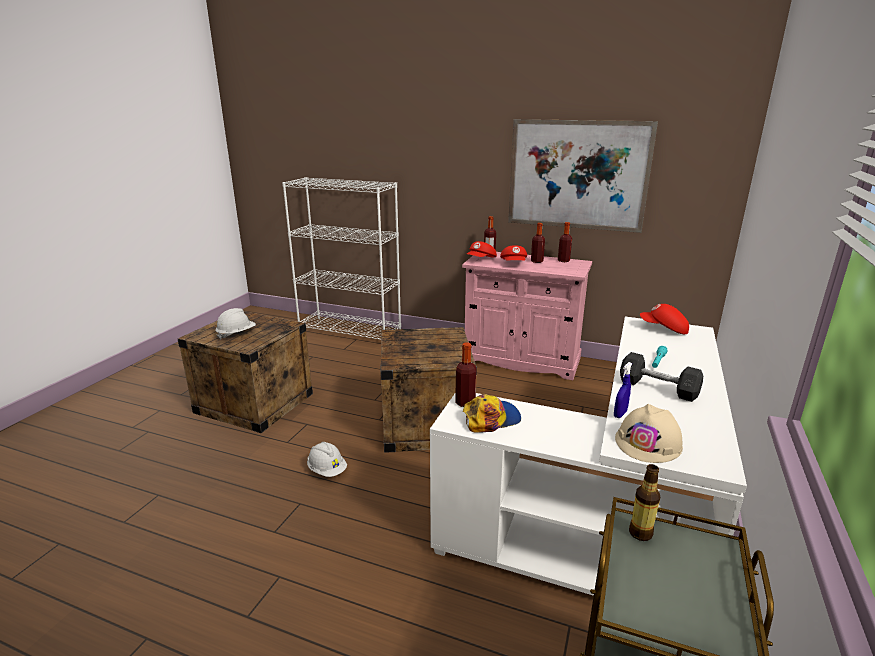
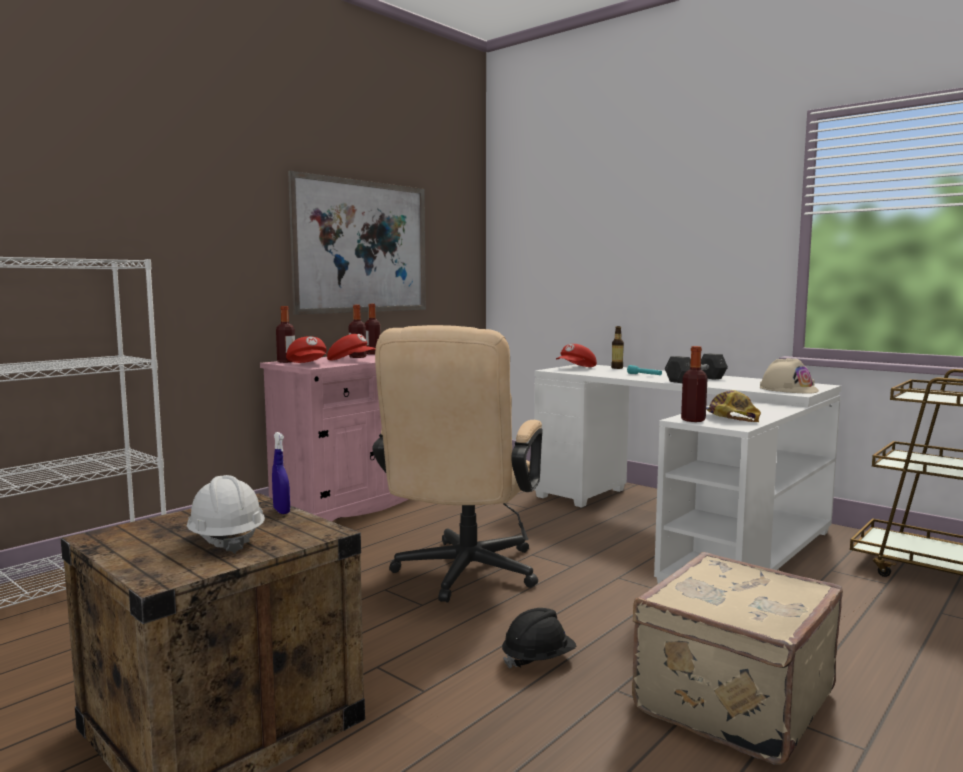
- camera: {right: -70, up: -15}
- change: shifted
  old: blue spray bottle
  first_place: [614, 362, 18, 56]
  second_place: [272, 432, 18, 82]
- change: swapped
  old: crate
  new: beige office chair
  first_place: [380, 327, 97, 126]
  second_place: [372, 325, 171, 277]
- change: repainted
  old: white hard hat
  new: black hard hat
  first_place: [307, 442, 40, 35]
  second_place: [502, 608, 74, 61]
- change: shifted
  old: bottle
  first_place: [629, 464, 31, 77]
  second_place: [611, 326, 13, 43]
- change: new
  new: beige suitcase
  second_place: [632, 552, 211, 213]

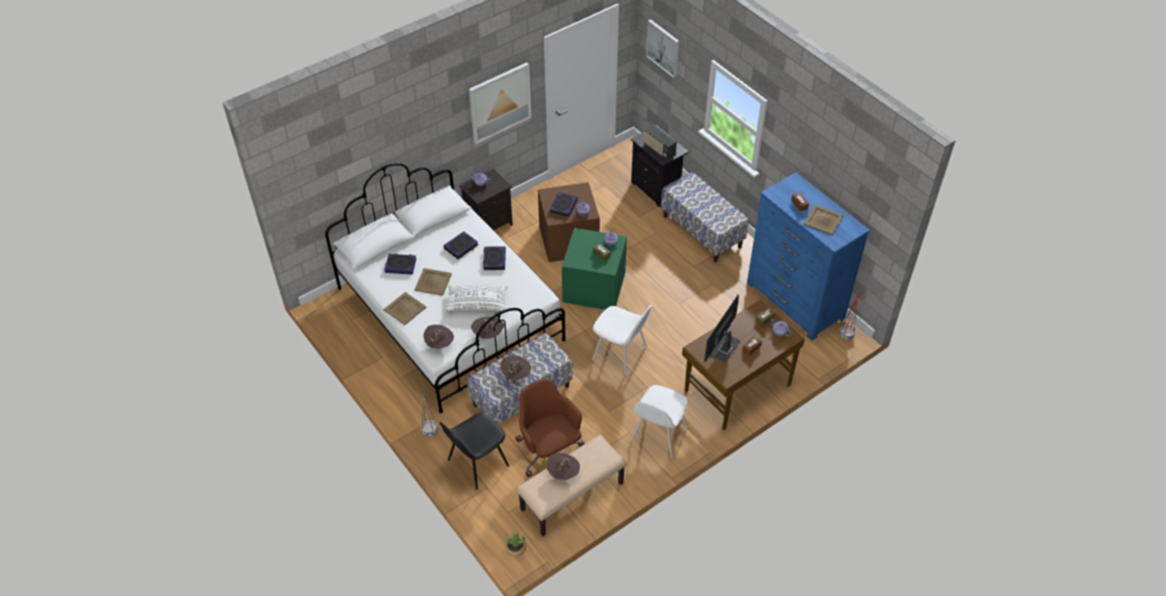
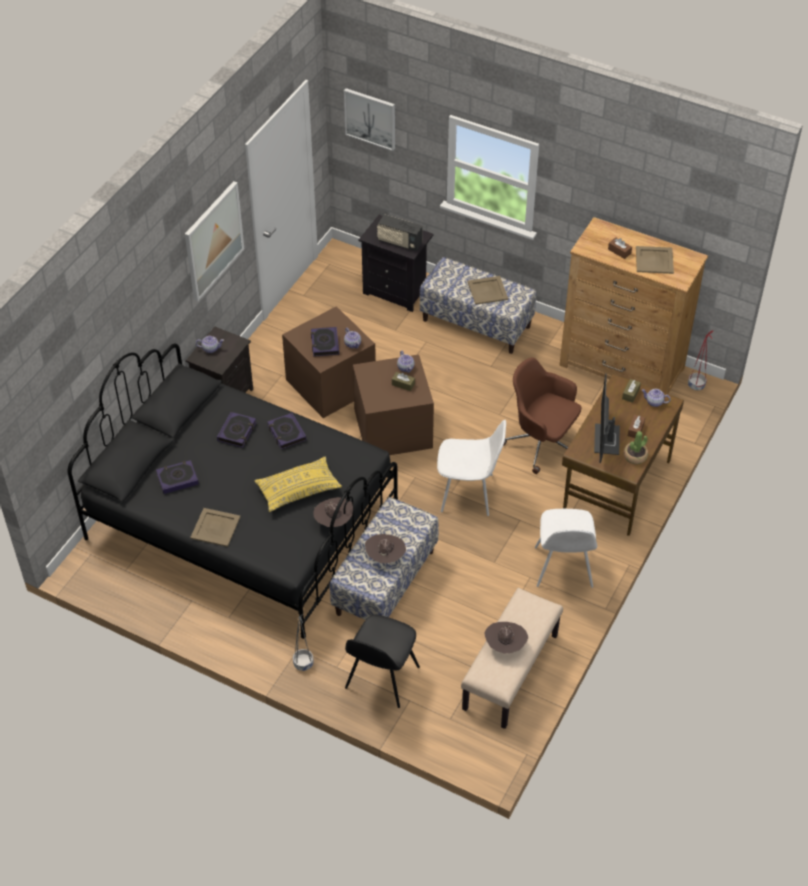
- camera: {right: -25, up: 0}
- change: repainted
  old: white bed
  new: black bed
  first_place: [325, 163, 241, 250]
  second_place: [67, 344, 331, 295]
- change: repainted
  old: white pillow
  new: yellow pillow
  first_place: [445, 285, 63, 26]
  second_place: [255, 457, 87, 55]
- change: repainted
  old: green storage box
  new: brown storage box
  first_place: [562, 228, 65, 82]
  second_place: [353, 354, 81, 101]
- change: shifted
  old: beige tray
  first_place: [414, 268, 38, 28]
  second_place: [468, 276, 40, 29]
- change: shifted
  old: brown office chair
  first_place: [516, 379, 68, 98]
  second_place: [503, 358, 78, 116]
- change: repainted
  old: blue dresser
  new: brown dresser
  first_place: [747, 173, 123, 168]
  second_place: [559, 217, 149, 177]
- change: shifted
  old: potted plant
  first_place: [505, 531, 21, 26]
  second_place: [624, 431, 24, 33]
- change: gone
  old: brown hat
  first_place: [423, 325, 31, 24]

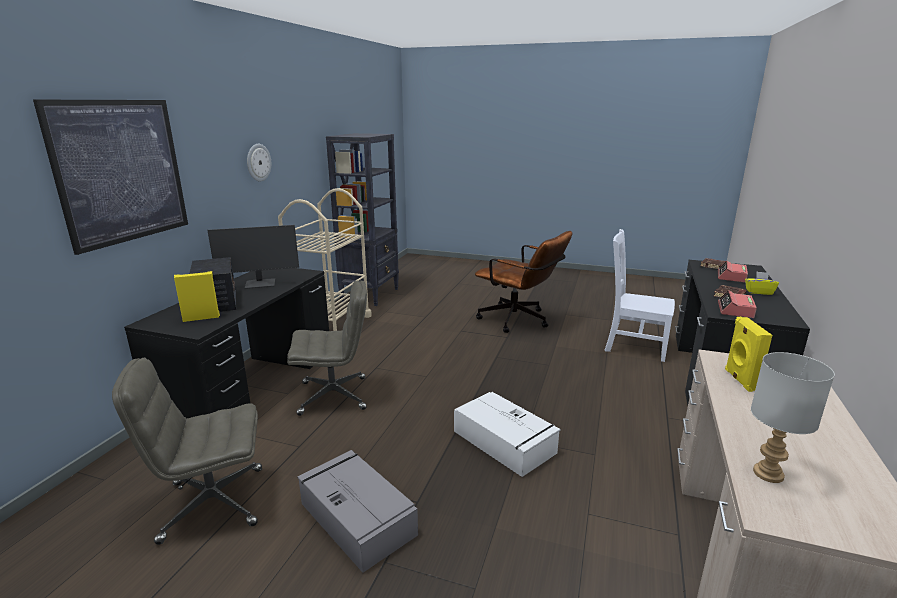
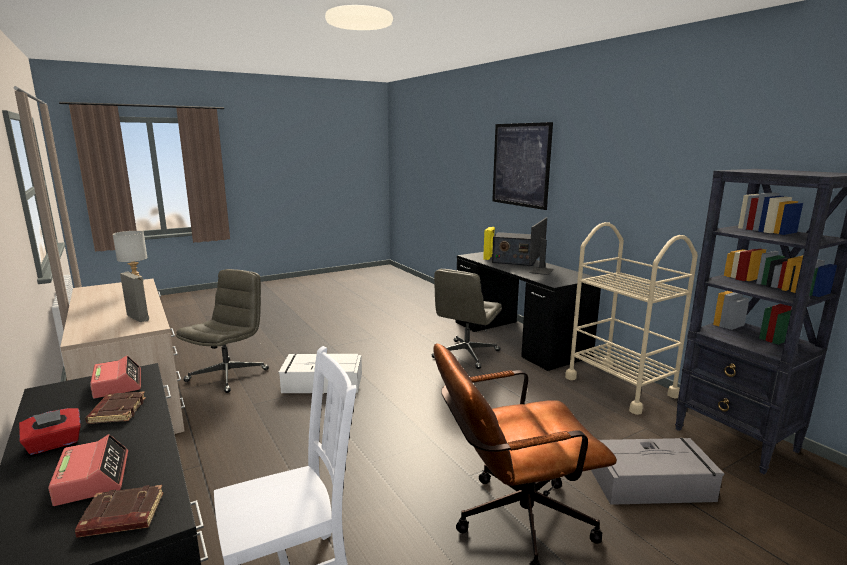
- camera: {right: 130, up: -5}
- change: repainted
  old: yellow tissue box
  new: red tissue box
  first_place: [745, 271, 34, 24]
  second_place: [19, 408, 62, 47]
- change: repainted
  old: yellow speaker
  new: grey speaker
  first_place: [725, 317, 47, 75]
  second_place: [120, 271, 29, 51]
- change: shifted
  old: grey office chair
  first_place: [112, 358, 150, 187]
  second_place: [176, 269, 93, 124]
- change: shifted
  old: grey storage box
  first_place: [298, 450, 120, 123]
  second_place: [591, 438, 133, 67]
- change: gone
  old: wall clock
  first_place: [247, 144, 24, 37]

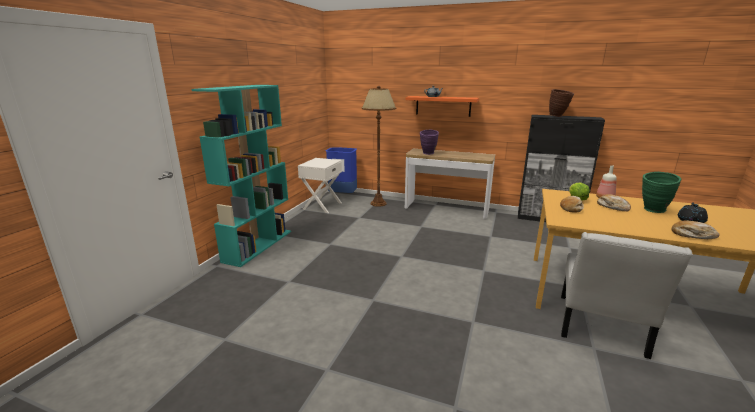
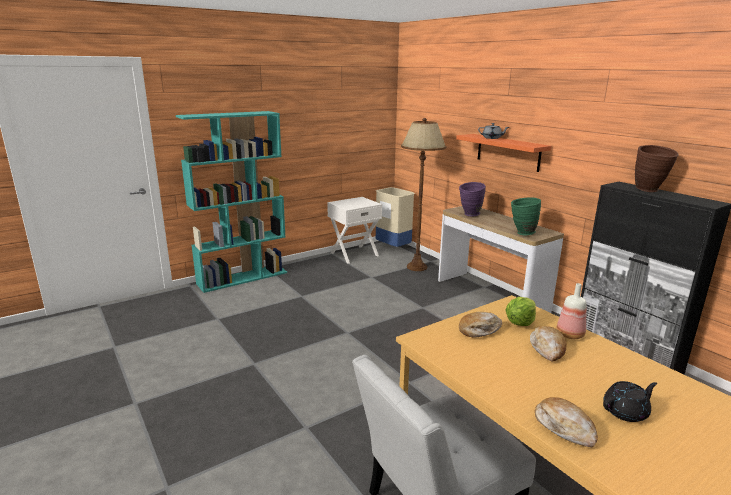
- camera: {right: 35, up: 0}
- change: repainted
  old: blue trash can
  new: beige trash can
  first_place: [326, 147, 31, 46]
  second_place: [376, 187, 39, 60]
- change: shifted
  old: green vase
  first_place: [642, 172, 39, 41]
  second_place: [511, 198, 30, 37]

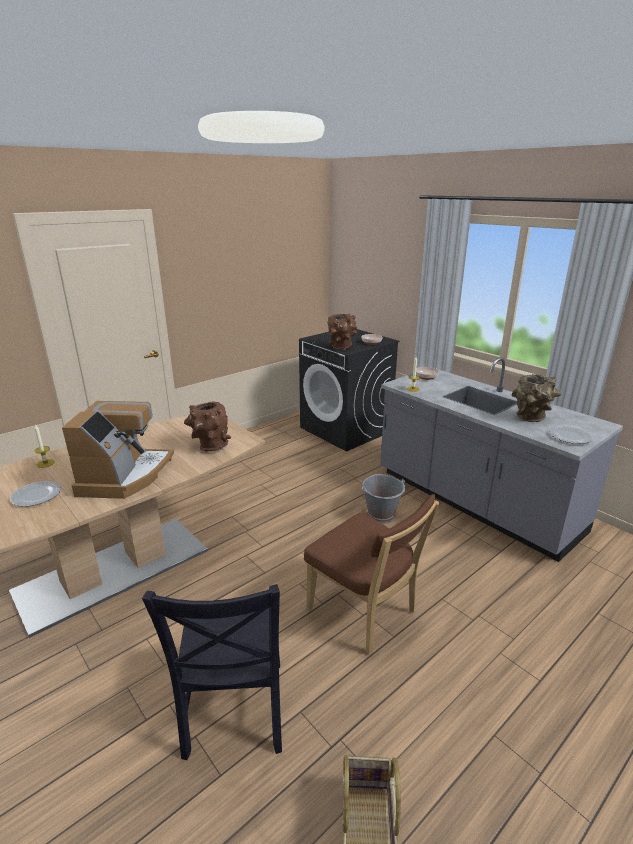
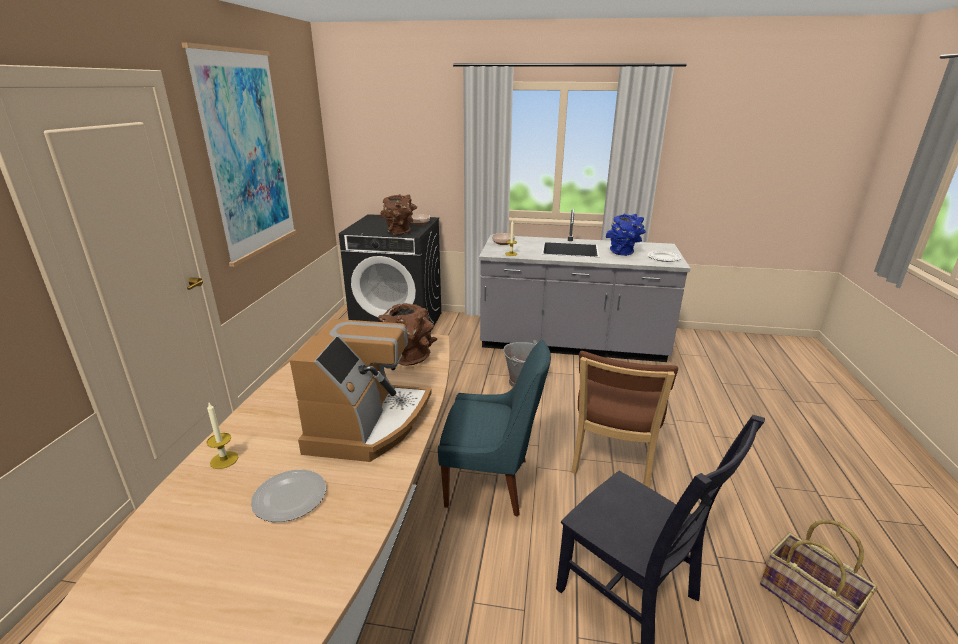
- camera: {right: -40, up: 0}
- change: new
  new: picture
  second_place: [181, 42, 116, 225]
- change: rotated
  old: coffee machine
  first_place: [62, 401, 112, 98]
  second_place: [290, 319, 142, 143]
  degrees: 45
- change: new
  new: blue chair
  second_place: [438, 340, 113, 177]
- change: rotated
  old: brown chair
  first_place: [304, 494, 135, 160]
  second_place: [571, 351, 107, 137]
  degrees: 105
- change: repainted
  old: brown vase
  new: blue vase
  first_place: [512, 374, 50, 48]
  second_place: [606, 213, 40, 43]

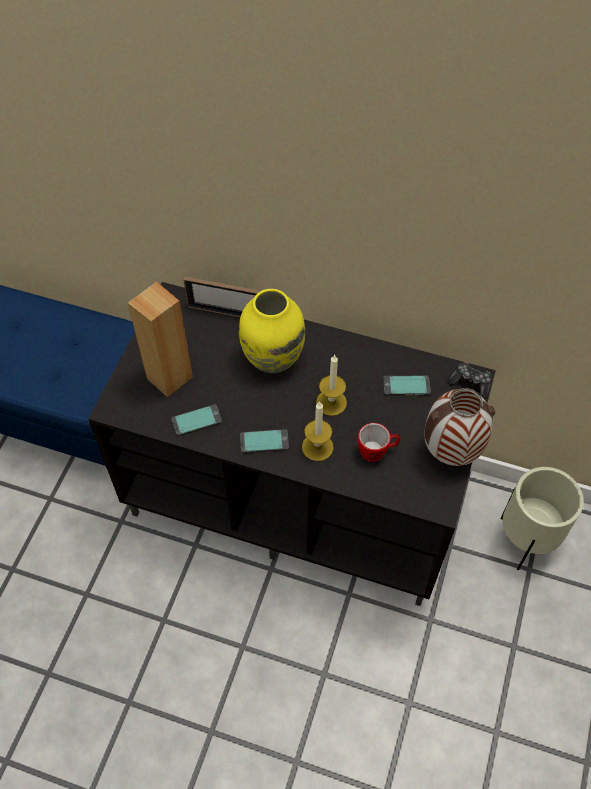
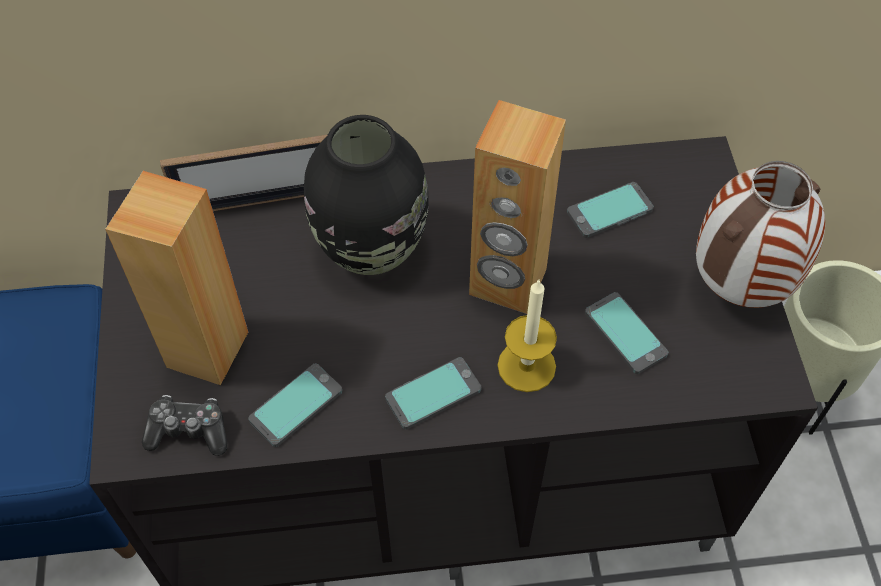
- camera: {right: -25, up: 0}
- change: shifted
  old: game controller
  first_place: [447, 362, 45, 38]
  second_place: [142, 395, 85, 61]
- change: repainted
  old: yellow vase
  new: black vase
  first_place: [239, 289, 66, 84]
  second_place: [304, 115, 124, 160]
- change: swapped
  old: candle
  new: brown speaker
  first_place: [316, 355, 31, 61]
  second_place: [469, 100, 97, 214]
- change: swapped
  old: mug
  new: phone
  first_place: [357, 423, 44, 39]
  second_place: [585, 292, 83, 82]

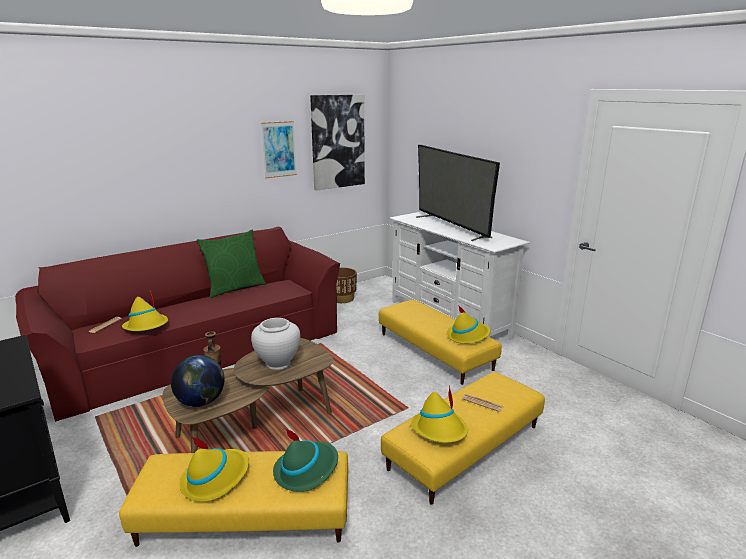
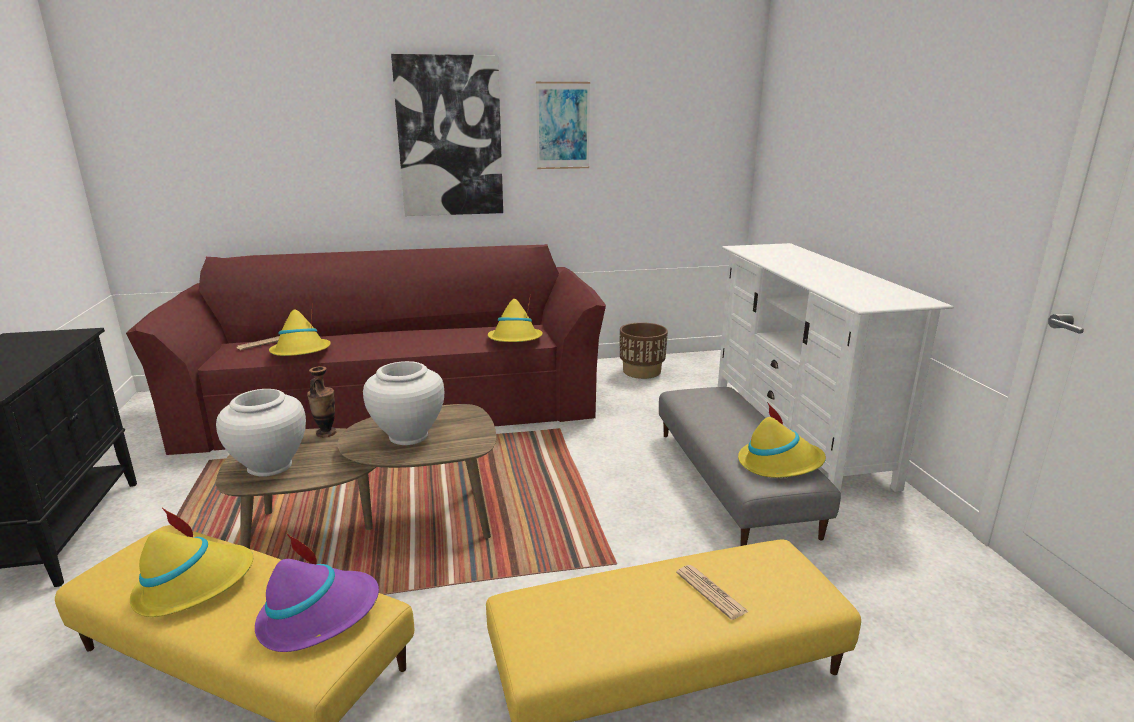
- camera: {right: 25, up: 0}
- change: swapped
  old: globe
  new: white vase
  first_place: [171, 355, 54, 52]
  second_place: [216, 389, 90, 88]
- change: repainted
  old: green hat
  new: purple hat
  first_place: [273, 428, 65, 64]
  second_place: [255, 533, 124, 119]
- change: shifted
  old: picture
  first_place: [310, 94, 55, 97]
  second_place: [391, 54, 112, 162]
- change: shifted
  old: yellow hat
  first_place: [411, 385, 57, 58]
  second_place: [488, 294, 55, 48]
- change: repainted
  old: yellow ottoman
  new: grey ottoman
  first_place: [379, 300, 123, 85]
  second_place: [659, 387, 182, 159]
- change: gone
  old: green pillow
  first_place: [197, 229, 68, 69]
- change: gone
  old: television
  first_place: [416, 145, 84, 96]

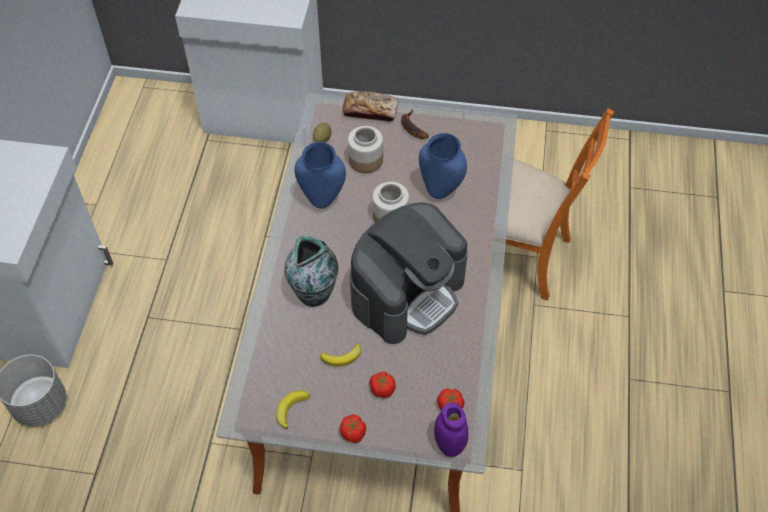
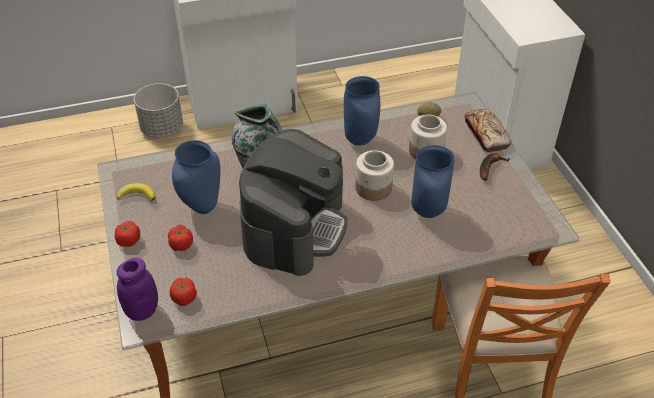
- camera: {right: 65, up: -10}
- change: swapped
  old: banana
  new: blue vase
  first_place: [320, 343, 41, 23]
  second_place: [172, 140, 49, 74]
- change: rotated
  old: coffee machine
  first_place: [350, 202, 118, 142]
  second_place: [239, 129, 108, 147]
  degrees: -90

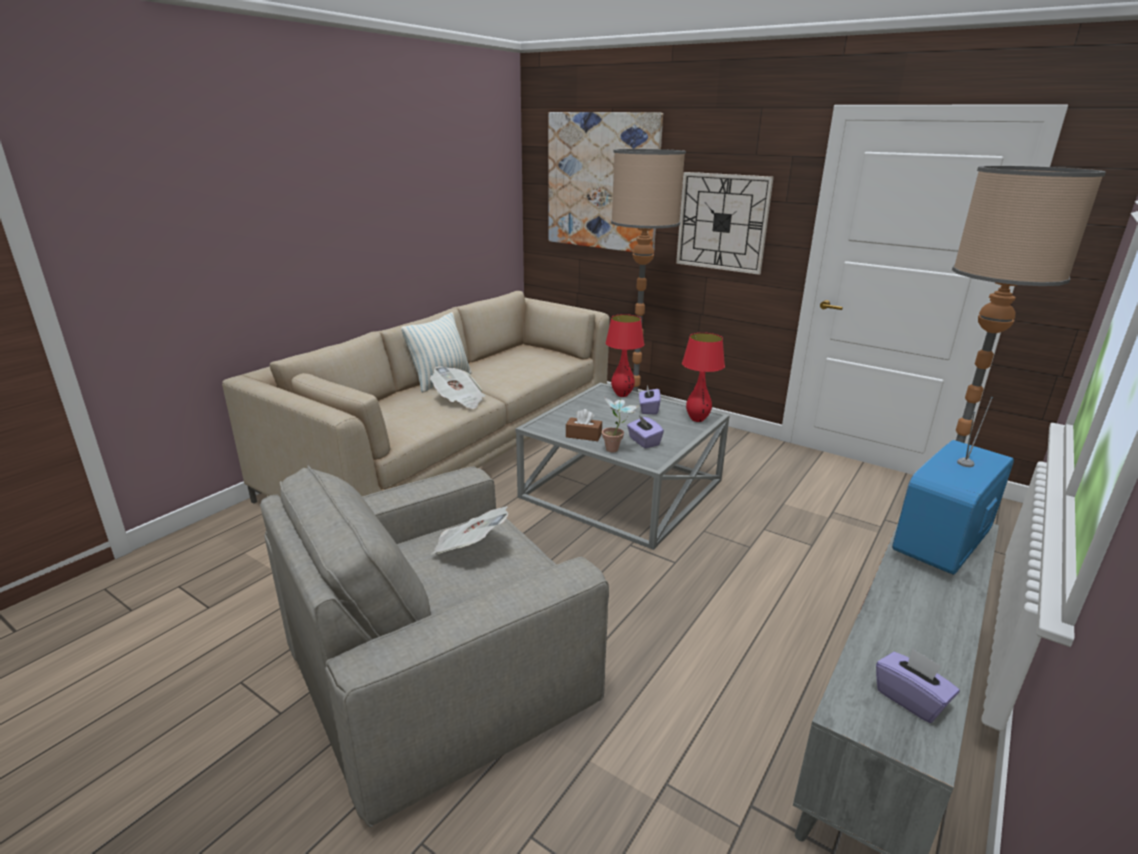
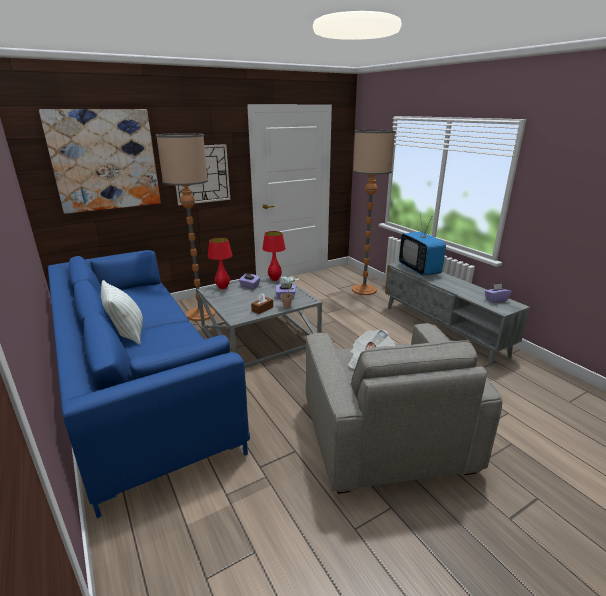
- camera: {right: -65, up: 0}
- change: repainted
  old: beige sofa
  new: blue sofa
  first_place: [222, 291, 388, 213]
  second_place: [48, 250, 202, 268]
- change: gone
  old: newspaper
  first_place: [430, 366, 55, 43]

